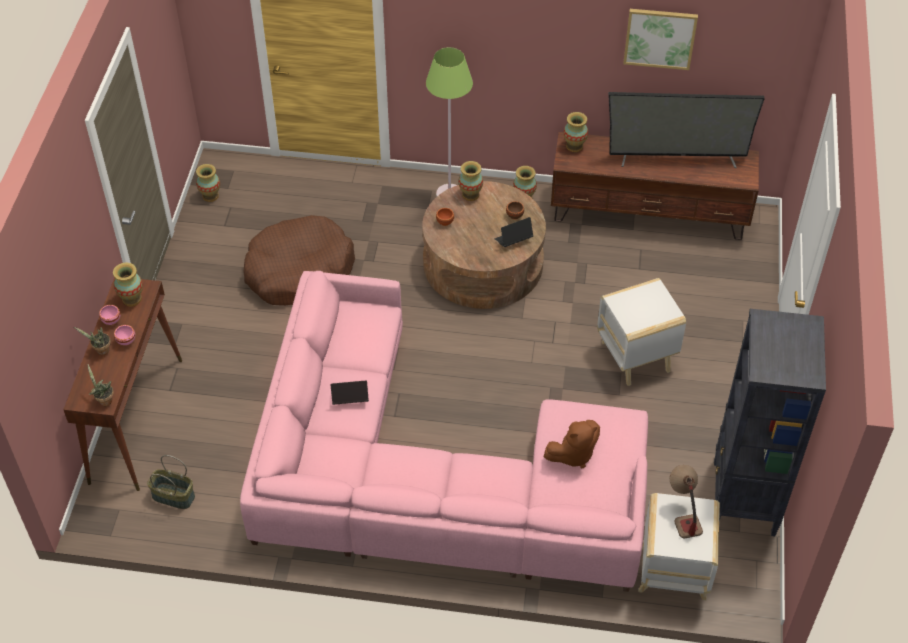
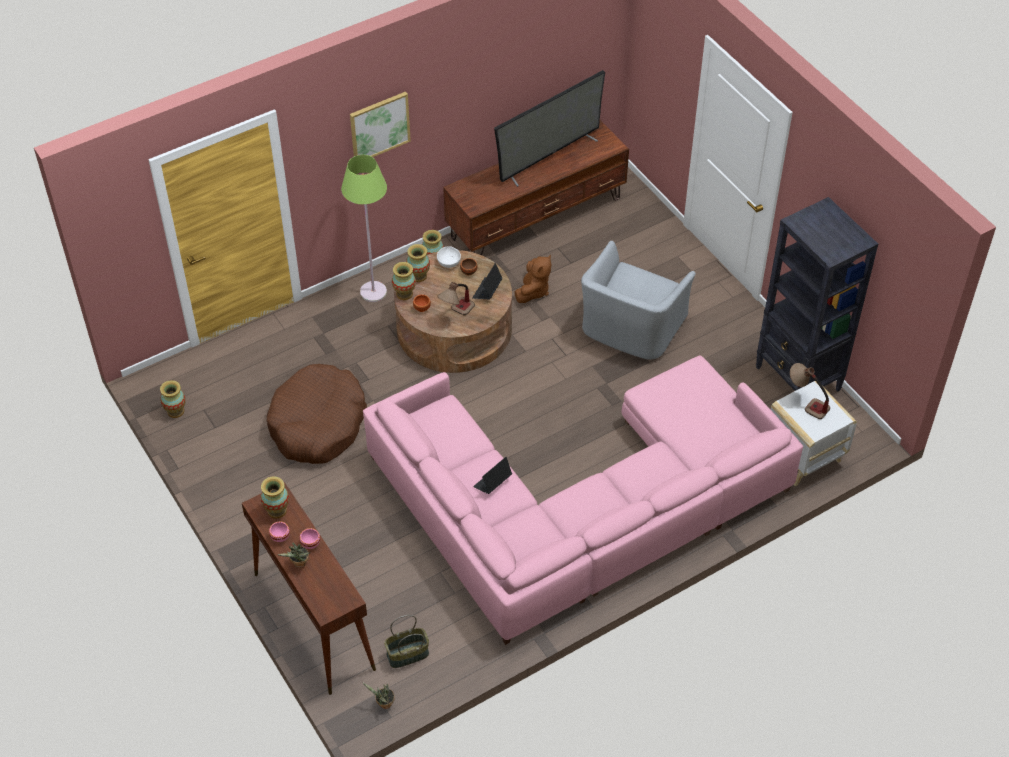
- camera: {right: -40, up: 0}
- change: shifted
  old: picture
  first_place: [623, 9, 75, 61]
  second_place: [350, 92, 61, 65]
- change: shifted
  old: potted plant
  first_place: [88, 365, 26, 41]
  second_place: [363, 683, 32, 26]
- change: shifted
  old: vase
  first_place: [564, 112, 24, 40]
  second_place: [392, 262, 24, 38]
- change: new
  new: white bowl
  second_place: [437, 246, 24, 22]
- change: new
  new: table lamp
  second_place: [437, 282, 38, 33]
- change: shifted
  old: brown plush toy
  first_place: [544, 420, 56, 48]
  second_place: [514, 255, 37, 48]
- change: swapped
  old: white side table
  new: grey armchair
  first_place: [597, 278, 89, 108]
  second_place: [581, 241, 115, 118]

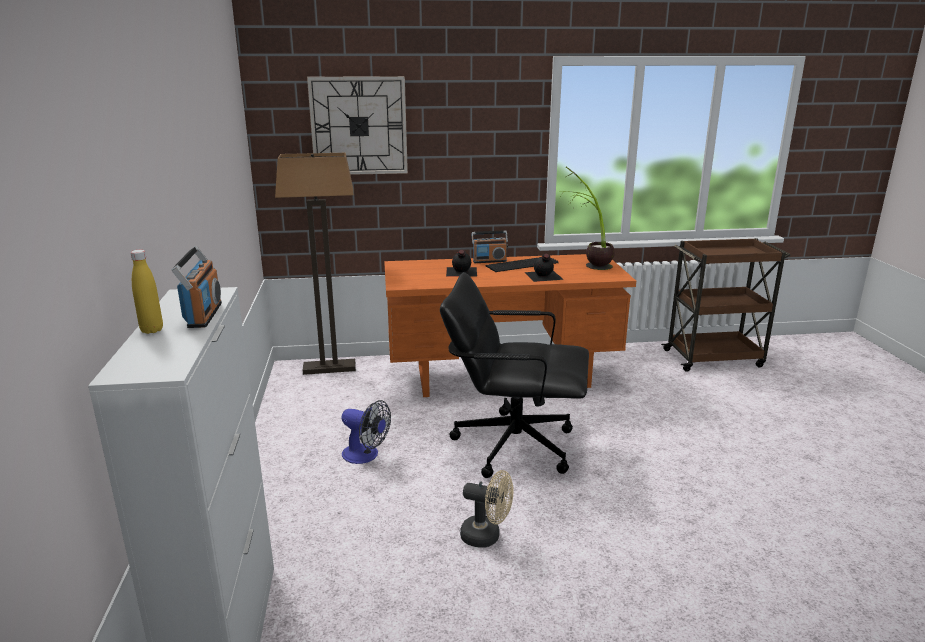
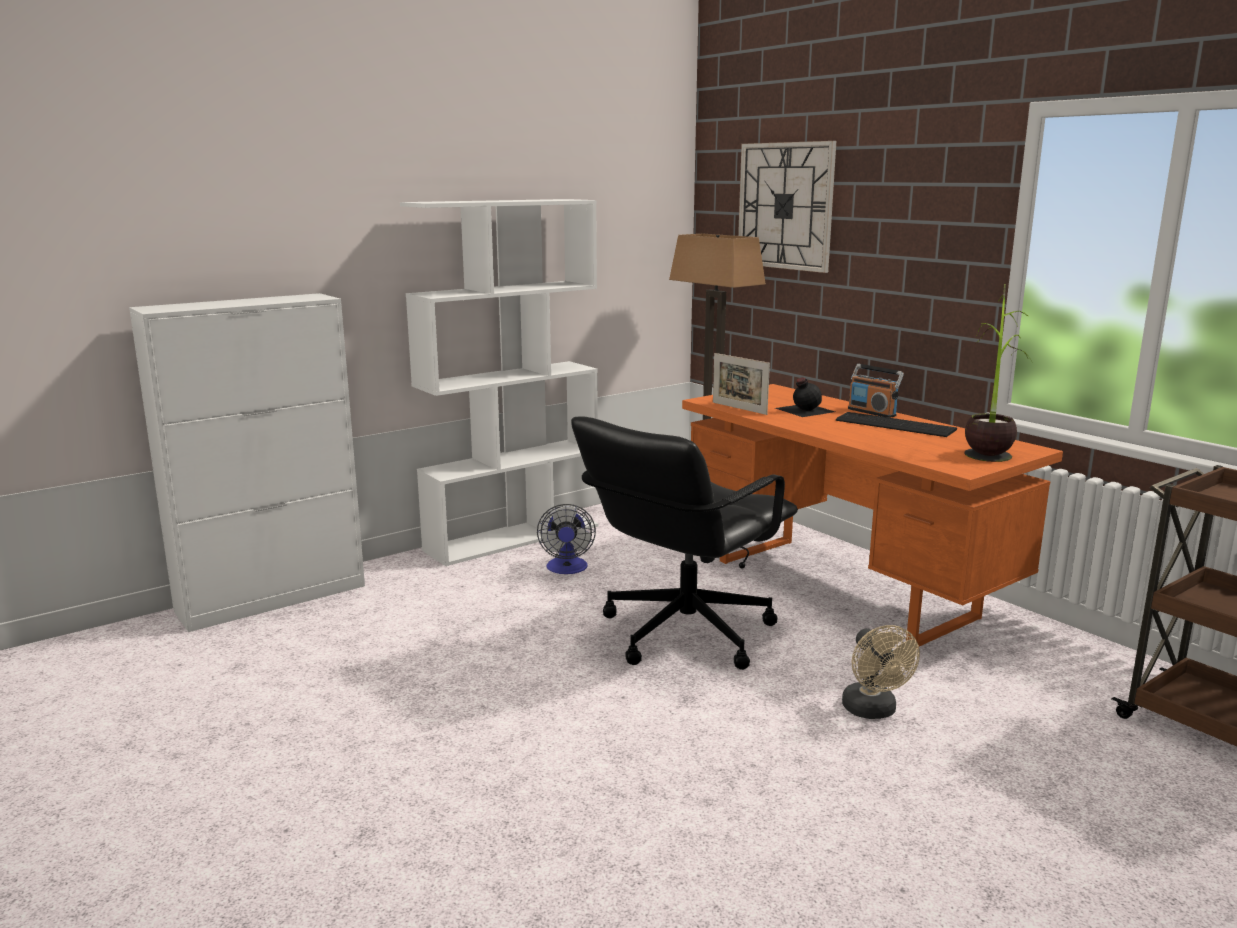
- camera: {right: 60, up: -5}
- change: new
  new: white bookcase
  second_place: [400, 199, 199, 367]
- change: rotated
  old: black office chair
  first_place: [440, 272, 149, 206]
  second_place: [571, 416, 227, 254]
  degrees: -120
- change: new
  new: picture frame
  second_place: [713, 353, 57, 62]
- change: shifted
  old: beige fan
  first_place: [460, 470, 53, 77]
  second_place: [842, 625, 78, 94]
- change: gone
  old: yellow bottle
  first_place: [130, 250, 33, 84]
- change: gone
  old: radio
  first_place: [171, 246, 51, 82]
- change: gone
  old: black bottle
  first_place: [524, 254, 40, 28]

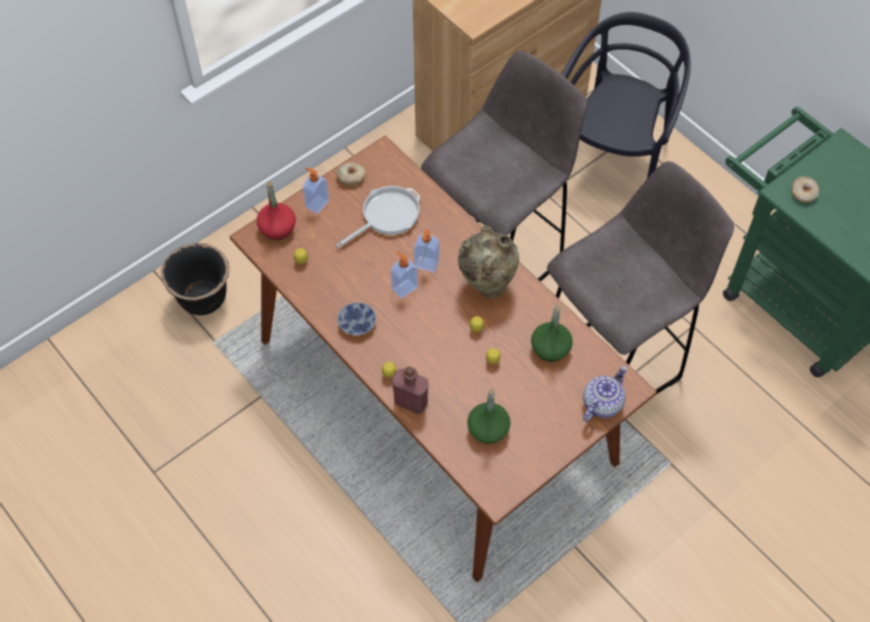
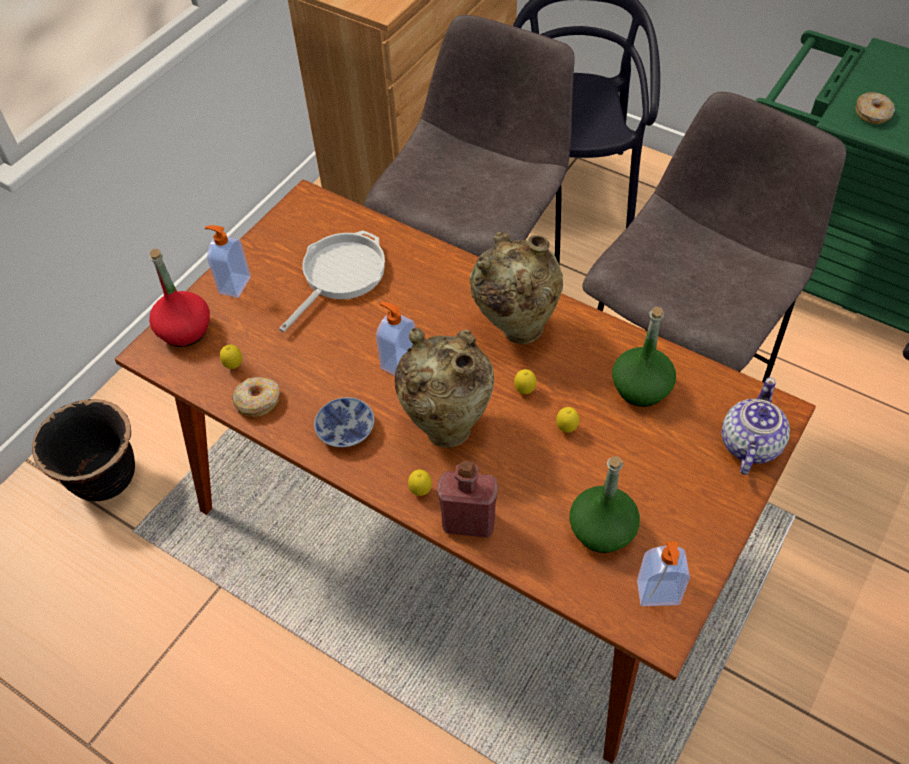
- camera: {right: -15, up: -5}
- change: shifted
  old: donut
  first_place: [337, 162, 28, 24]
  second_place: [232, 377, 48, 40]
- change: new
  new: beige vase
  second_place: [395, 328, 100, 120]
- change: shifted
  old: soap dispenser
  first_place: [414, 230, 25, 42]
  second_place: [637, 542, 53, 64]

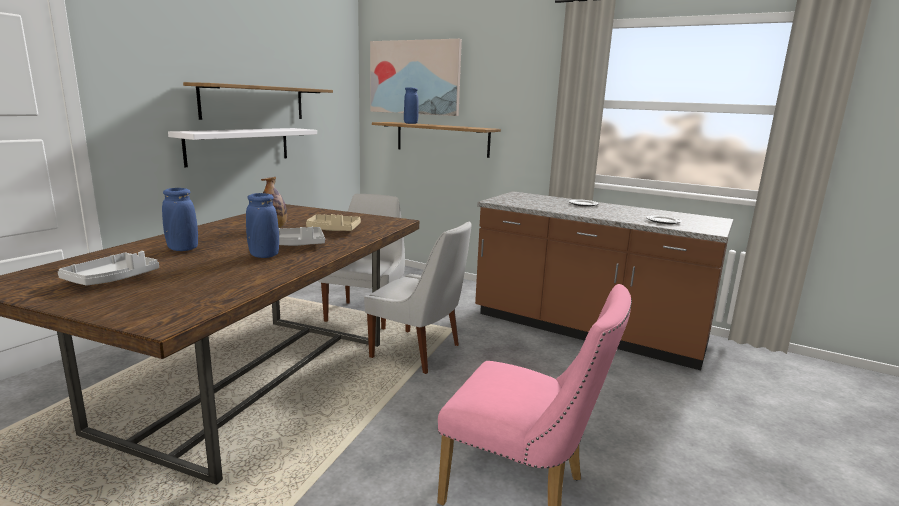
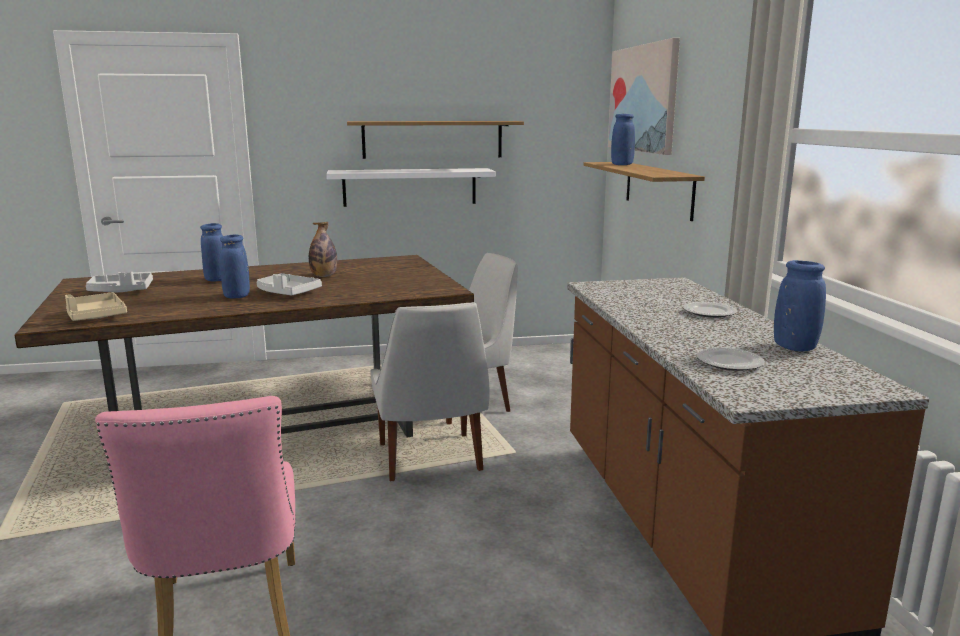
- camera: {right: 50, up: 0}
- change: shifted
  old: beige tray
  first_place: [306, 214, 55, 17]
  second_place: [65, 292, 62, 29]
- change: new
  new: blue vase
  second_place: [774, 260, 52, 92]

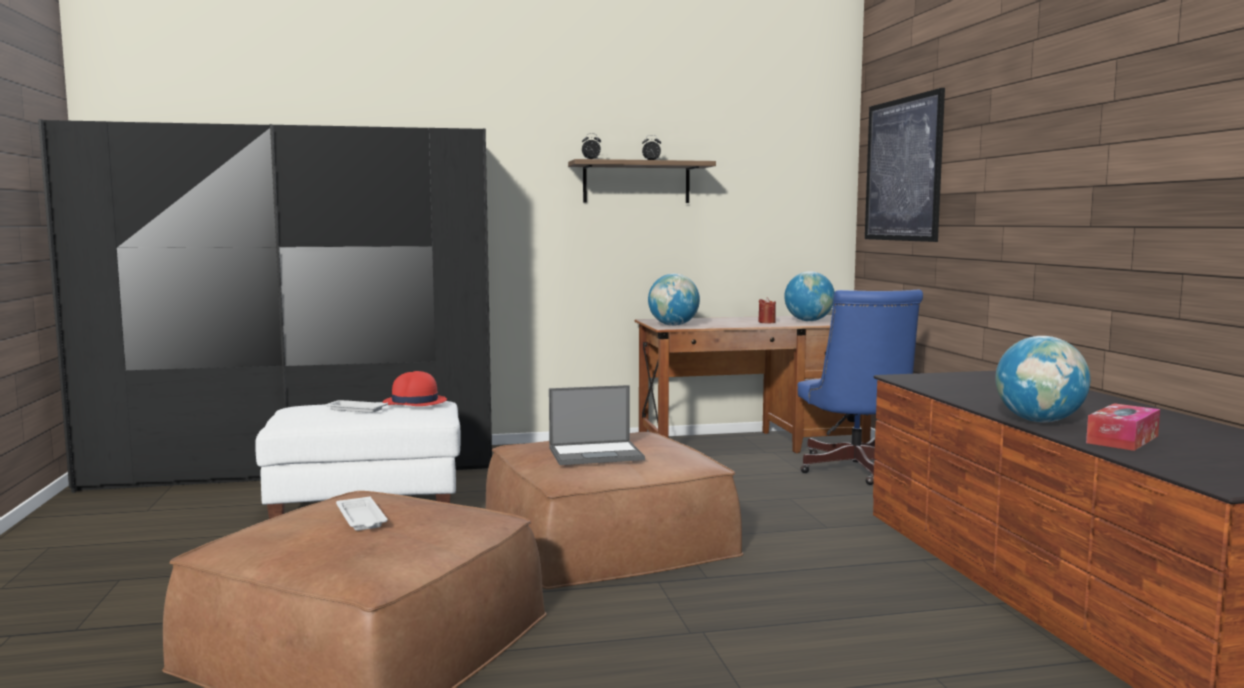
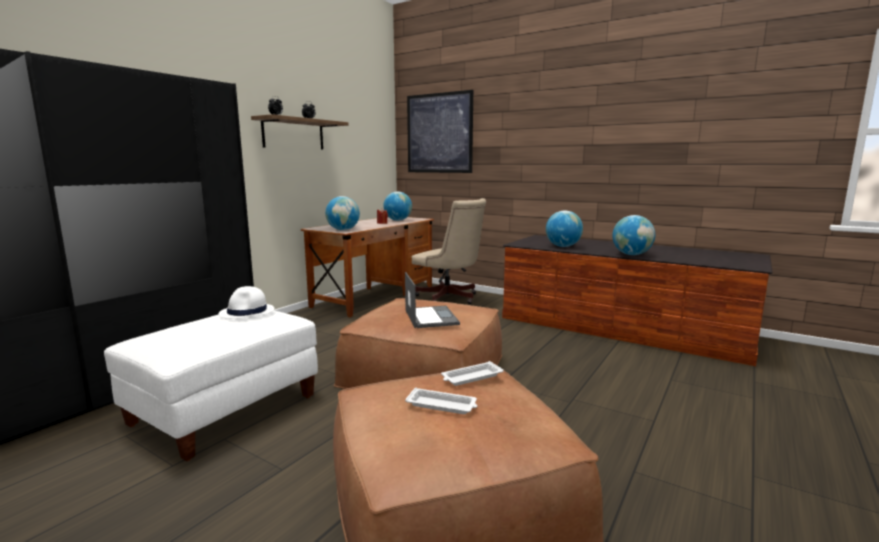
- camera: {right: -45, up: 5}
- change: repainted
  old: red hat
  new: white hat
  first_place: [383, 371, 64, 35]
  second_place: [219, 286, 56, 33]
- change: rotated
  old: laptop
  first_place: [549, 385, 96, 80]
  second_place: [405, 272, 55, 56]
  degrees: -45
- change: repainted
  old: blue office chair
  new: beige office chair
  first_place: [798, 290, 125, 195]
  second_place: [412, 198, 74, 106]
- change: shifted
  old: white tray
  first_place: [325, 400, 63, 13]
  second_place: [441, 361, 63, 25]
- change: new
  new: globe
  second_place: [546, 211, 37, 36]
- change: gone
  old: tissue box
  first_place: [1086, 403, 74, 48]

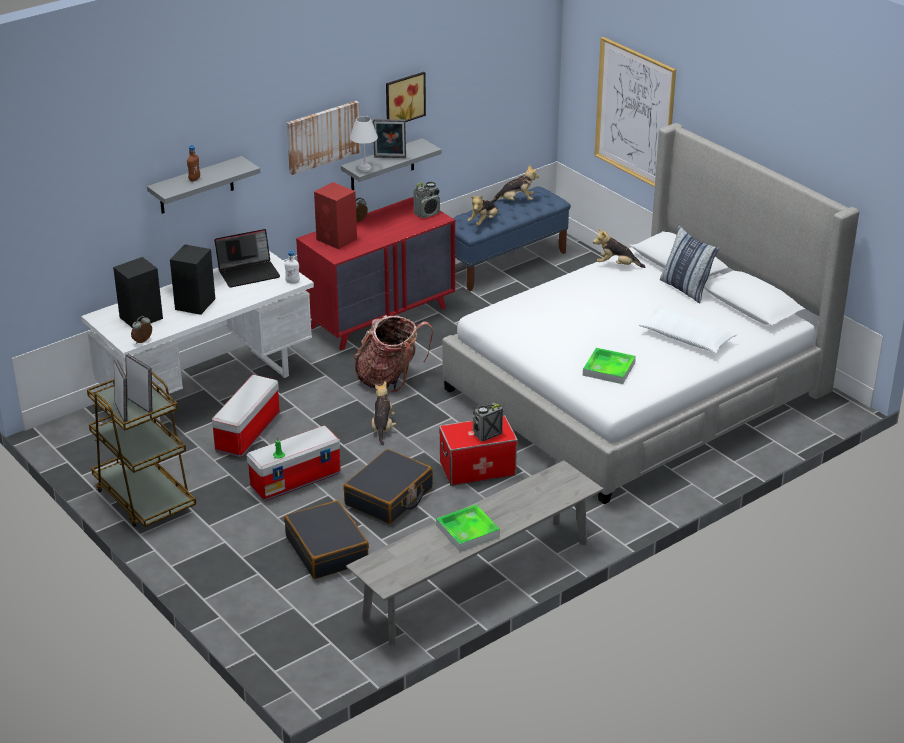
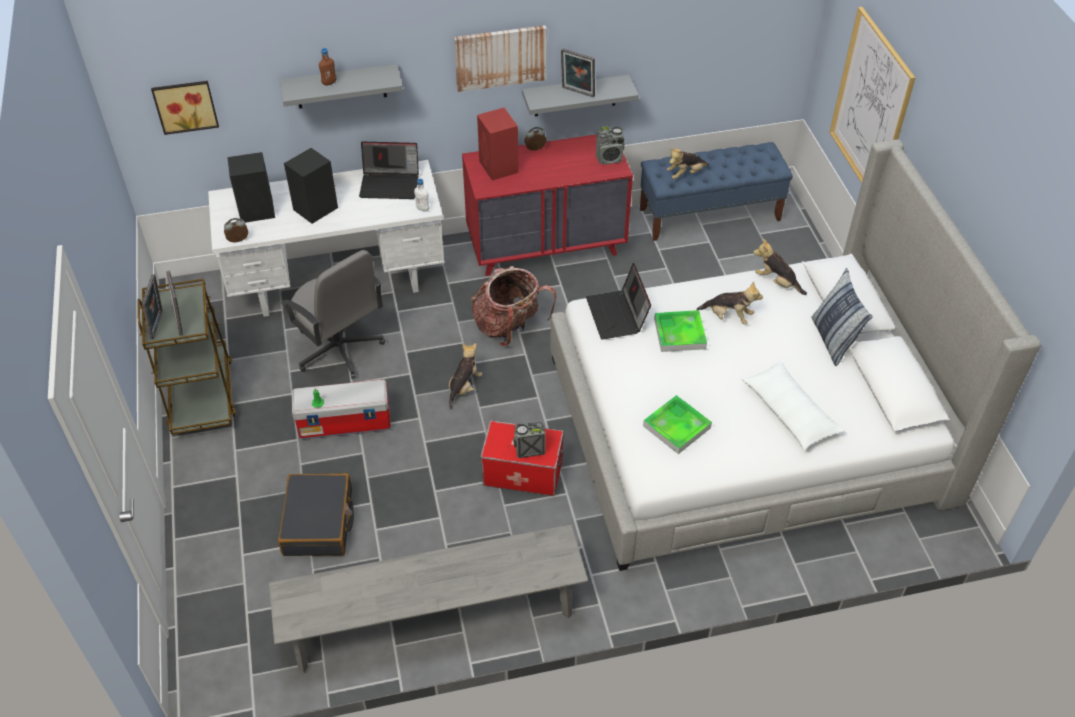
- camera: {right: 25, up: 15}
- change: shifted
  old: picture
  first_place: [386, 72, 40, 50]
  second_place: [151, 81, 68, 54]
- change: swapped
  old: storage box
  new: grey office chair
  first_place: [212, 375, 68, 82]
  second_place: [281, 250, 104, 129]
- change: new
  new: laptop
  second_place: [586, 263, 65, 76]
- change: shifted
  old: tray
  first_place: [436, 504, 64, 47]
  second_place: [654, 310, 53, 42]
- change: shifted
  old: plush toy
  first_place: [491, 165, 48, 37]
  second_place: [696, 281, 67, 43]
- change: gone
  old: black suitcase
  first_place: [343, 449, 90, 75]
- change: gone
  old: white table lamp
  first_place: [350, 116, 28, 56]

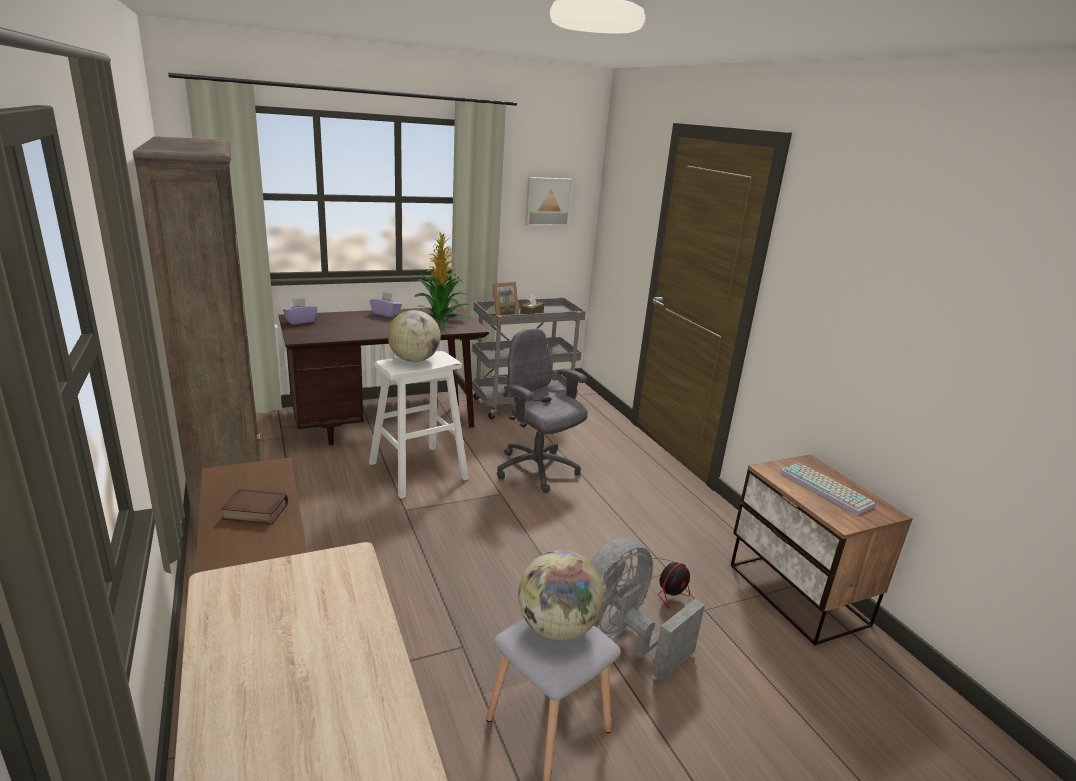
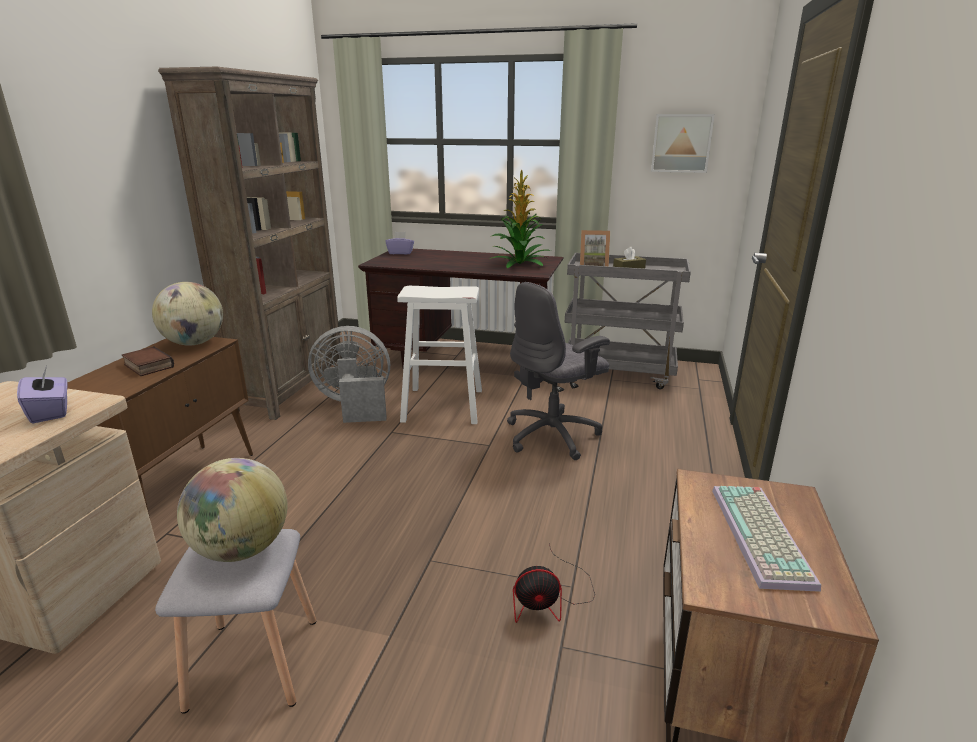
- camera: {right: 40, up: 0}
- change: shifted
  old: purple tissue box
  first_place: [370, 292, 32, 25]
  second_place: [17, 366, 50, 58]
- change: shifted
  old: globe
  first_place: [388, 310, 53, 52]
  second_place: [152, 282, 71, 64]
- change: shifted
  old: grey fan
  first_place: [589, 538, 116, 143]
  second_place: [308, 326, 82, 97]
- change: rotated
  old: grey office chair
  first_place: [497, 328, 91, 165]
  second_place: [507, 282, 103, 178]
  degrees: -120

